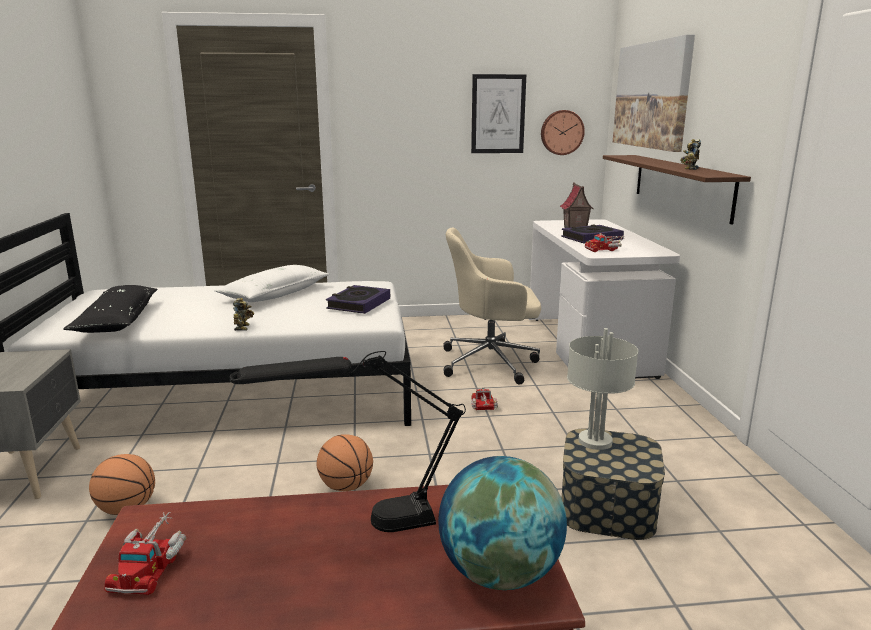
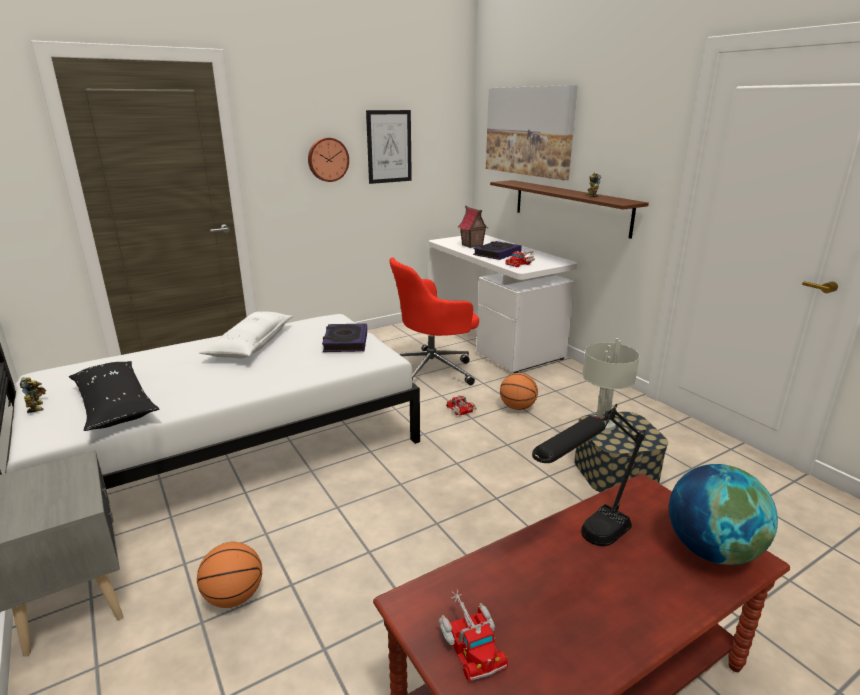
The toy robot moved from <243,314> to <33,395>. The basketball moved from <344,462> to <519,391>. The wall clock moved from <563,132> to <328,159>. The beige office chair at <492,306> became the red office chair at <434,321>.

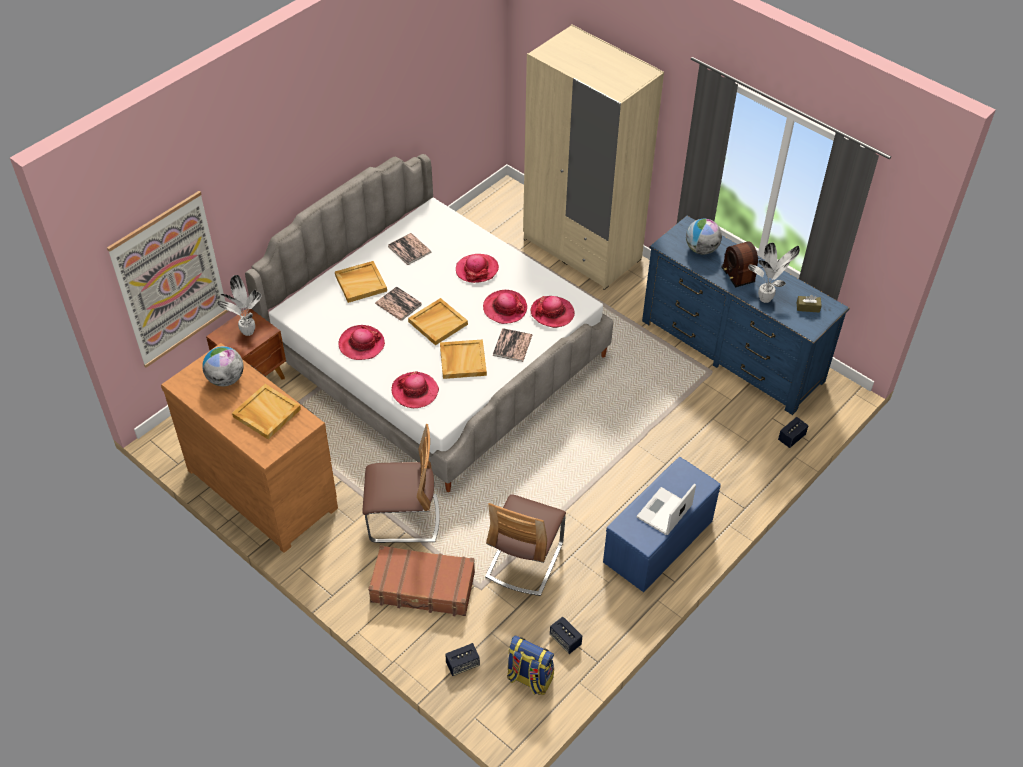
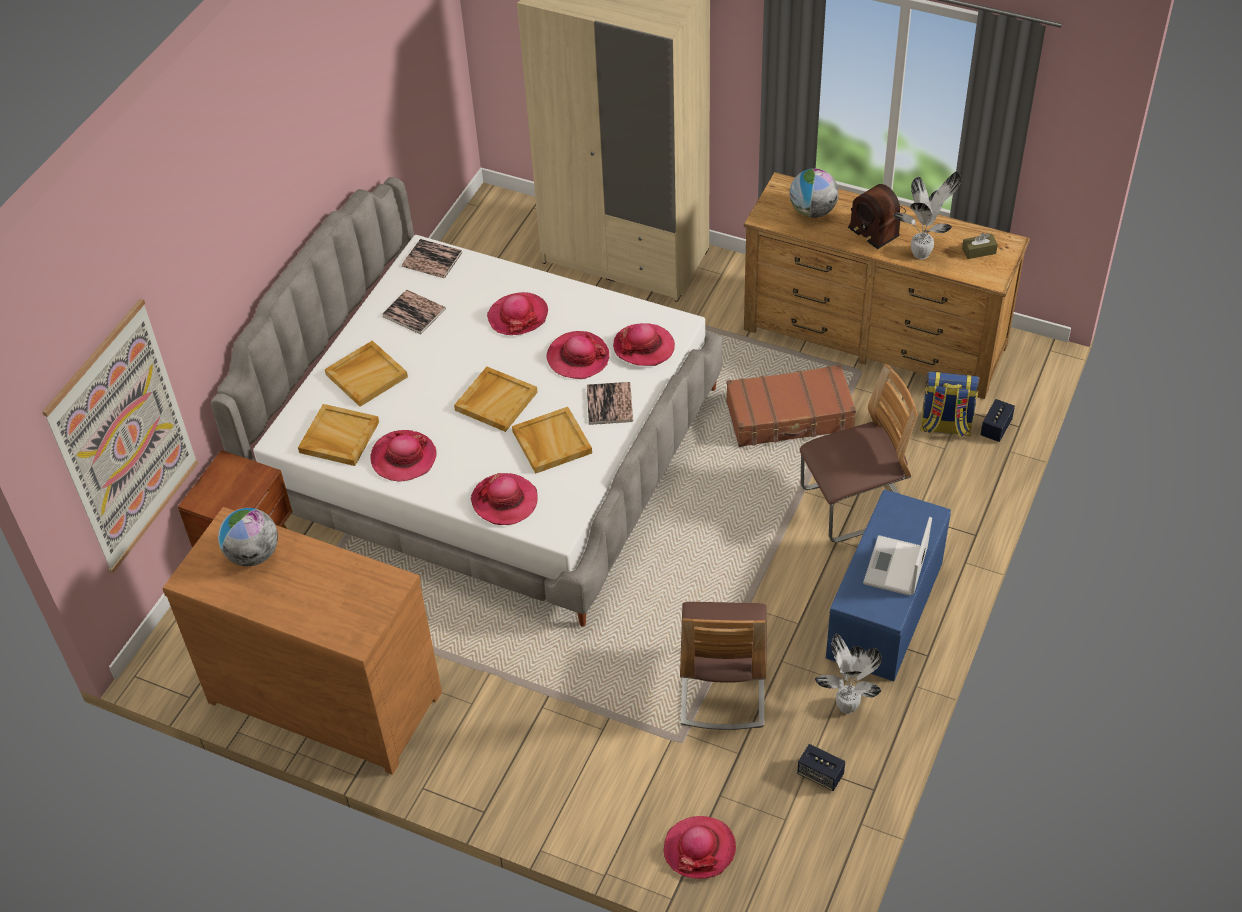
The potted plant moved from <239,305> to <848,673>. The beige tray moved from <266,411> to <338,435>. The chair moved from <401,483> to <859,453>. The brown suitcase moved from <421,580> to <791,405>. The book moved from <398,303> to <432,258>. The backpack moved from <530,665> to <950,404>. The speaker at <462,659> was replaced by the hat at <700,847>. The blue dresser at <746,315> became the brown dresser at <887,285>.

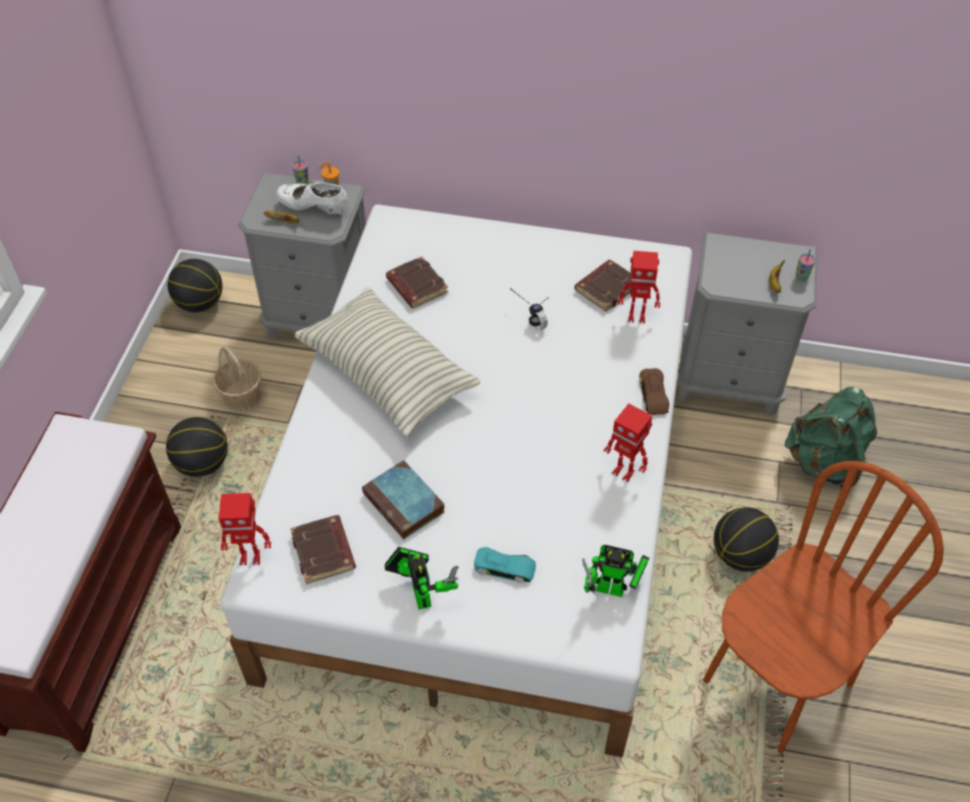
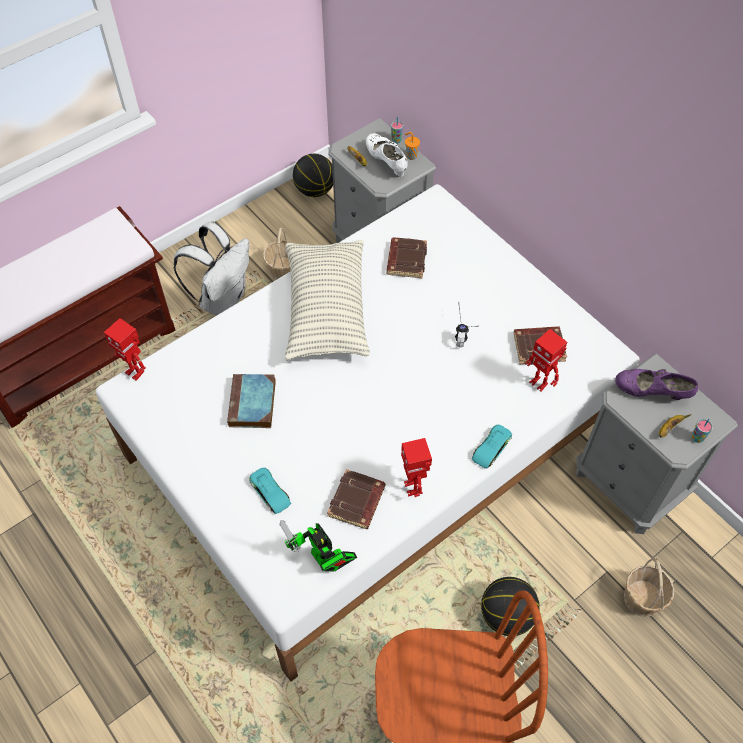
The toy robot at <422,578> disappeared. The purple shoe at <656,384> appeared. The brown book moved from <323,549> to <356,499>. The basketball at <197,447> was replaced by the white backpack at <211,268>. The green backpack at <831,437> was replaced by the basket at <649,587>. The brown toy car at <654,391> became the turquoise toy car at <492,447>.

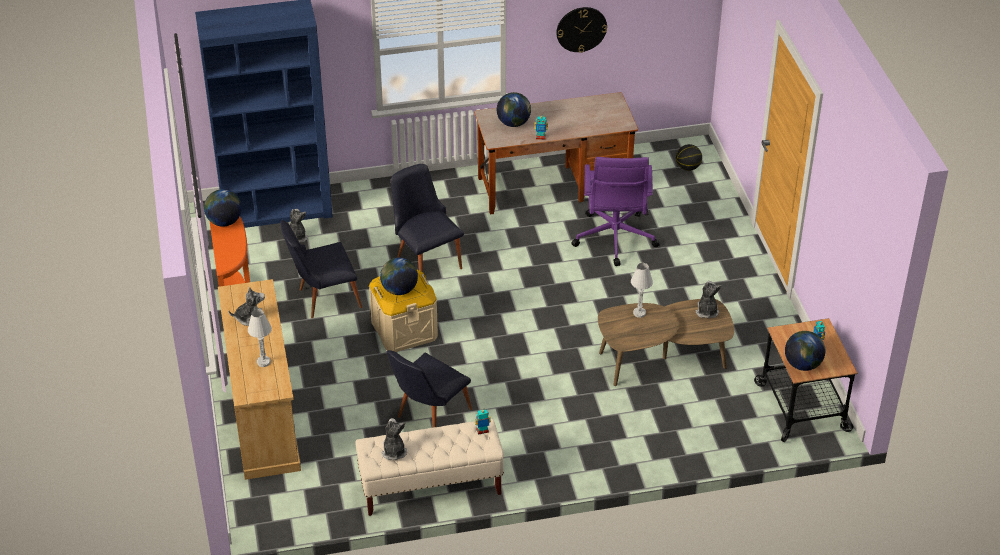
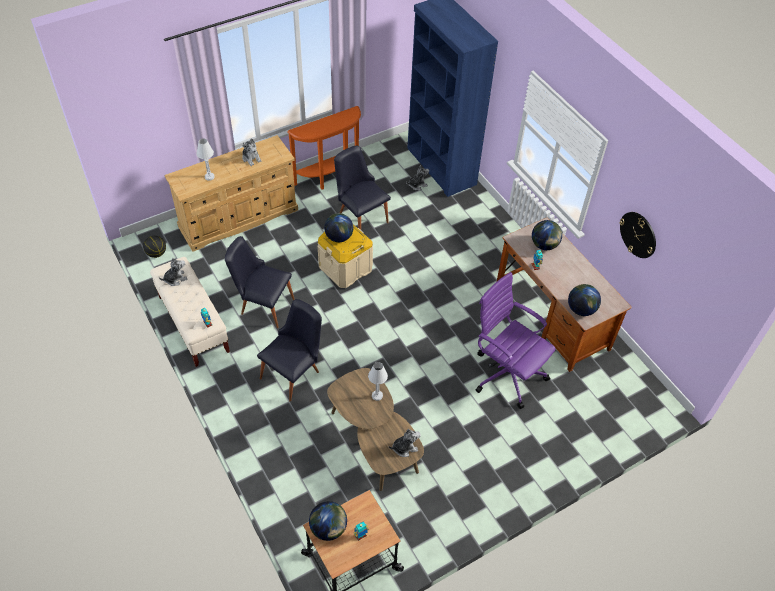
The globe moved from <223,208> to <584,300>. The black chair moved from <427,218> to <289,350>. The basketball moved from <689,157> to <154,247>. The purple office chair at <615,211> turned 60 degrees clockwise.

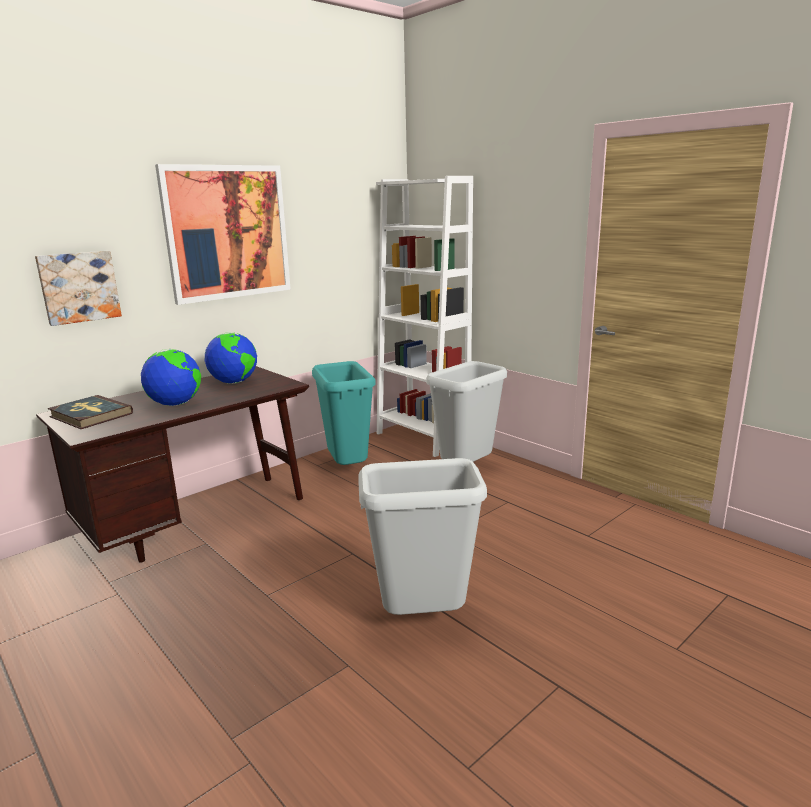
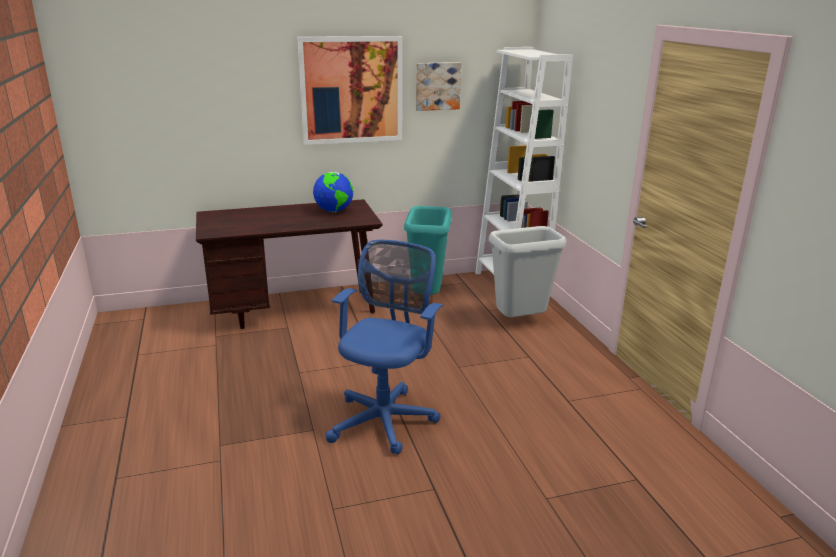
The book at <90,412> disappeared. The globe at <171,377> disappeared. The picture moved from <78,288> to <438,86>. The grey trash can at <422,536> was replaced by the blue office chair at <384,347>.

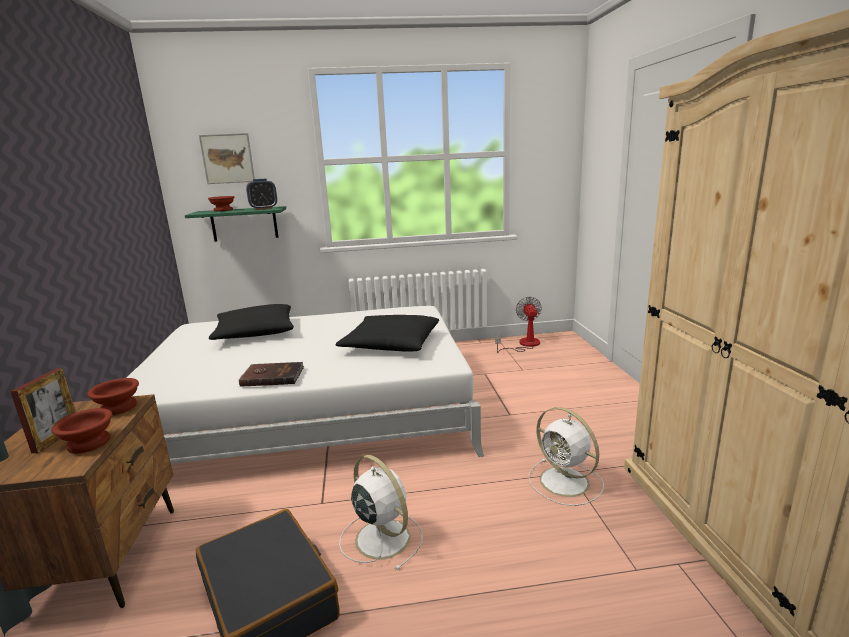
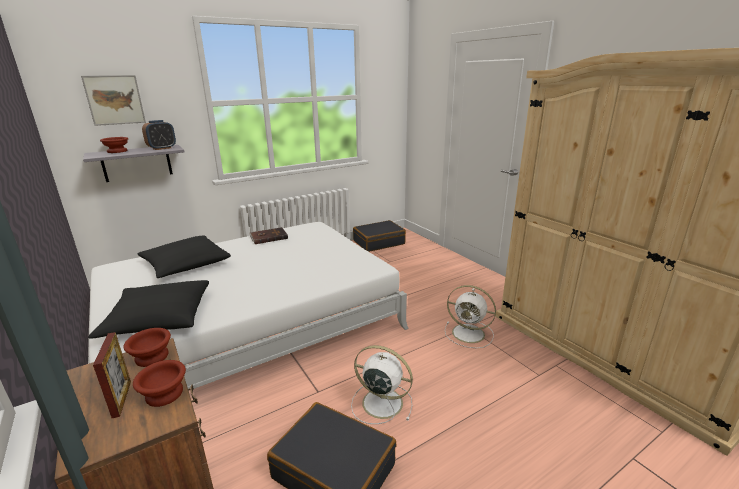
The brown book moved from <271,374> to <268,235>. The black pillow moved from <387,333> to <148,309>. The fan at <518,325> was replaced by the black suitcase at <379,236>. The green shelf at <235,224> became the grey shelf at <134,163>.

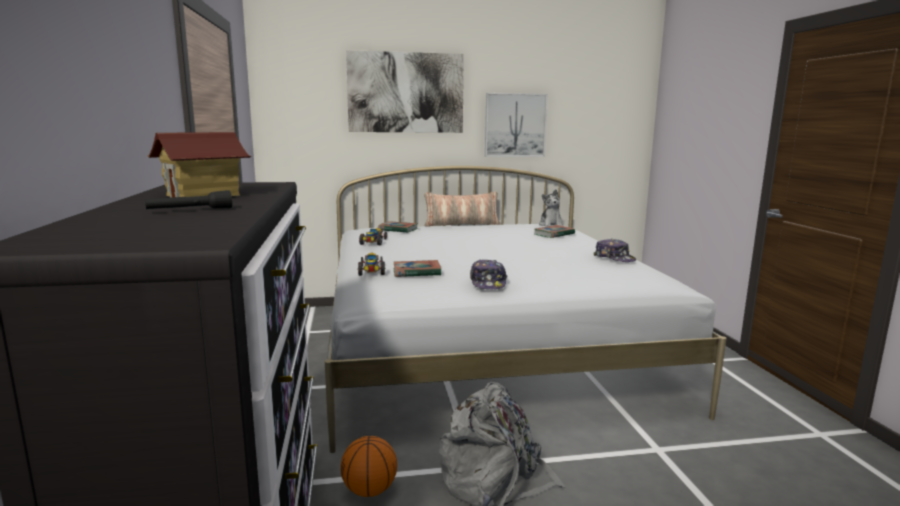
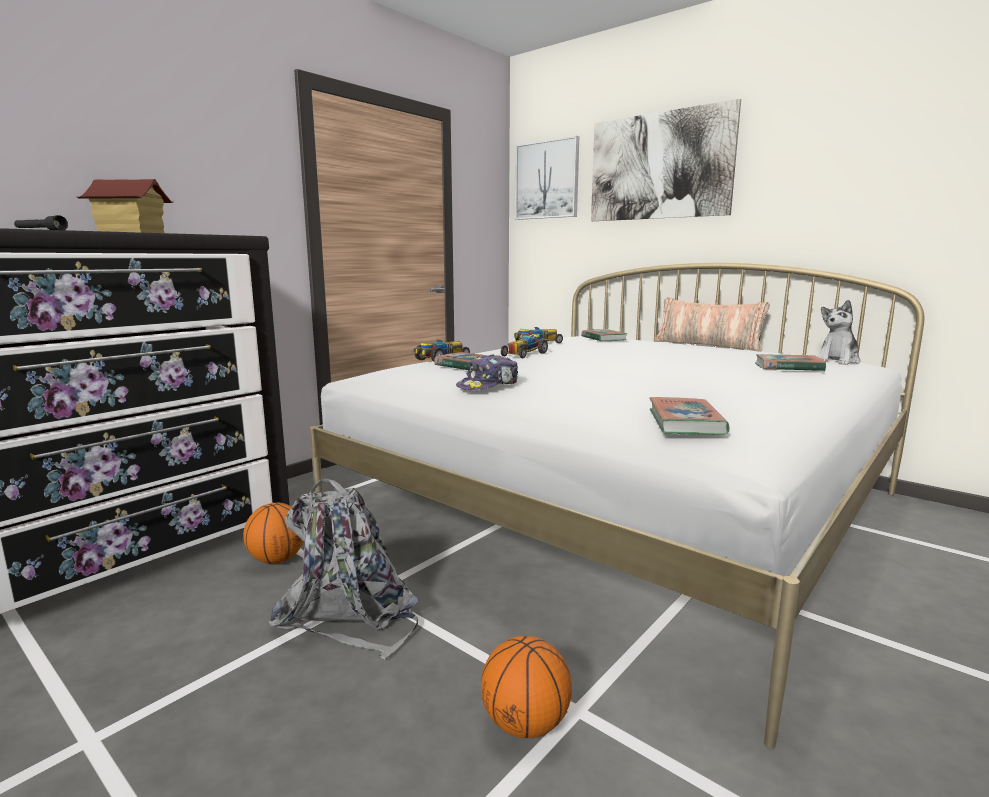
The cap at <615,250> disappeared. The basketball at <526,687> appeared. The toy car at <524,346> appeared. The book at <689,416> appeared. The picture moved from <516,125> to <547,178>.

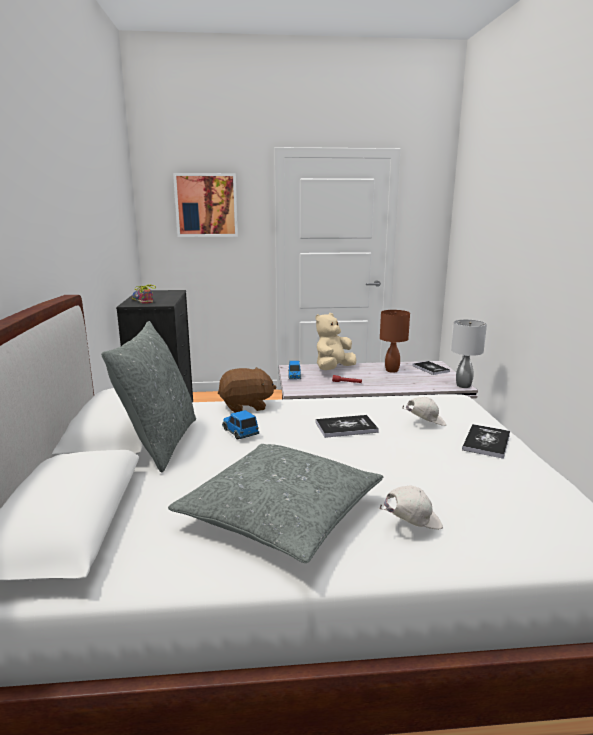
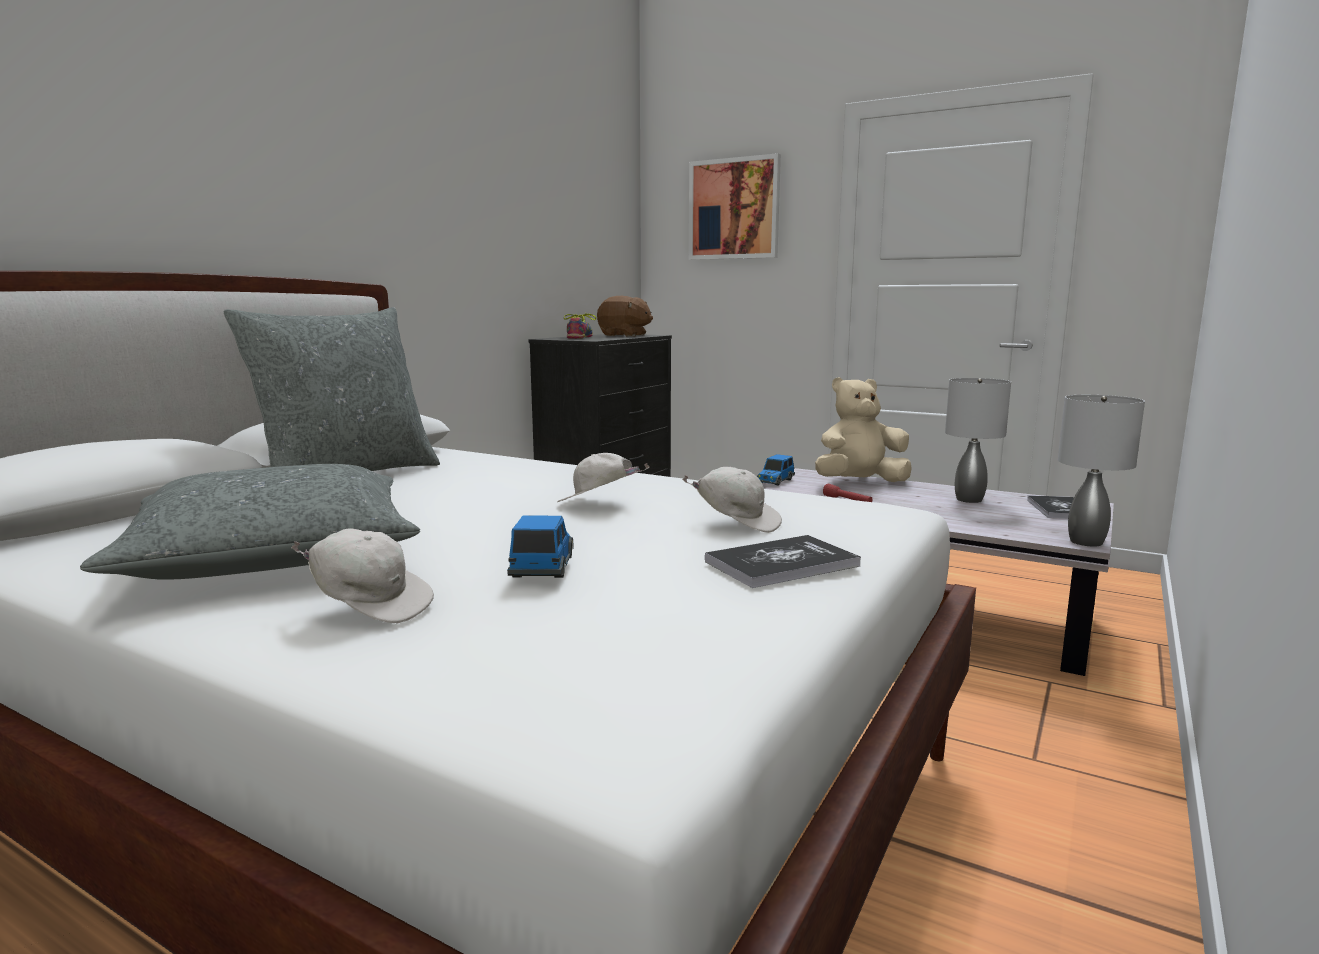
The brown plush toy moved from <247,390> to <625,316>. The toy car moved from <240,424> to <540,547>. The book at <347,426> was replaced by the white cap at <603,477>. The brown table lamp at <395,341> became the grey table lamp at <978,440>.

